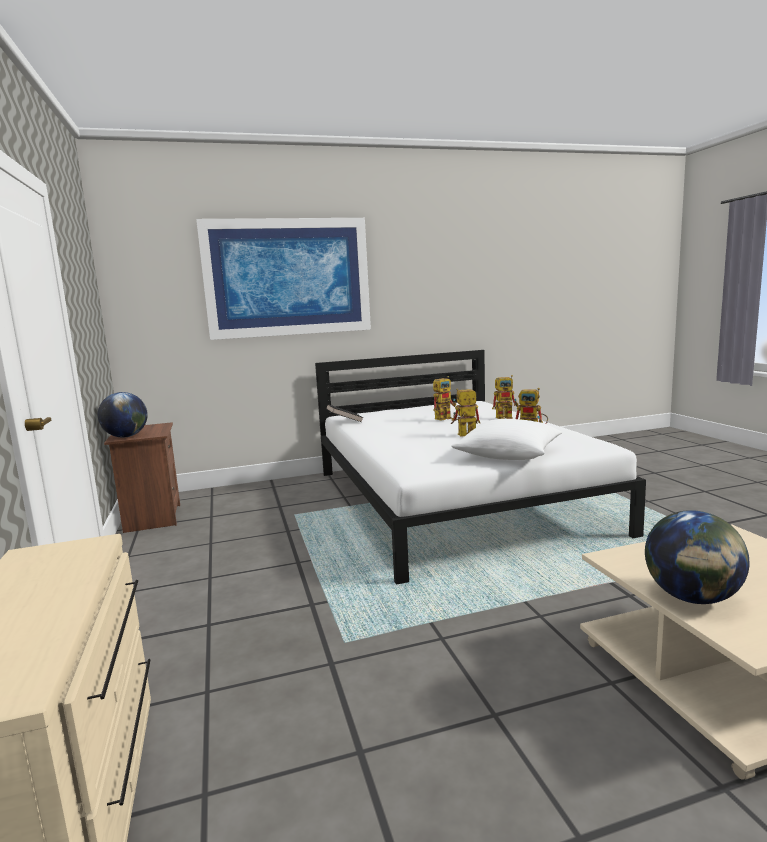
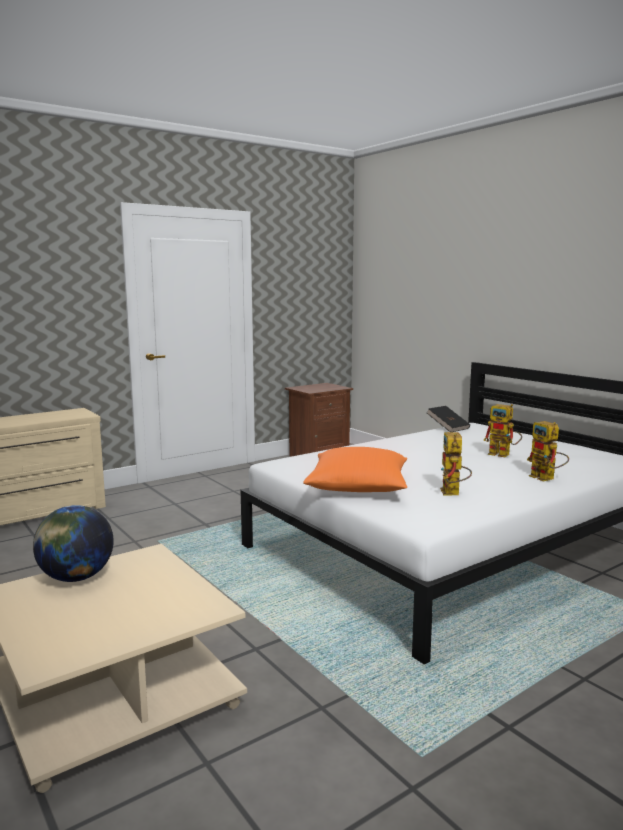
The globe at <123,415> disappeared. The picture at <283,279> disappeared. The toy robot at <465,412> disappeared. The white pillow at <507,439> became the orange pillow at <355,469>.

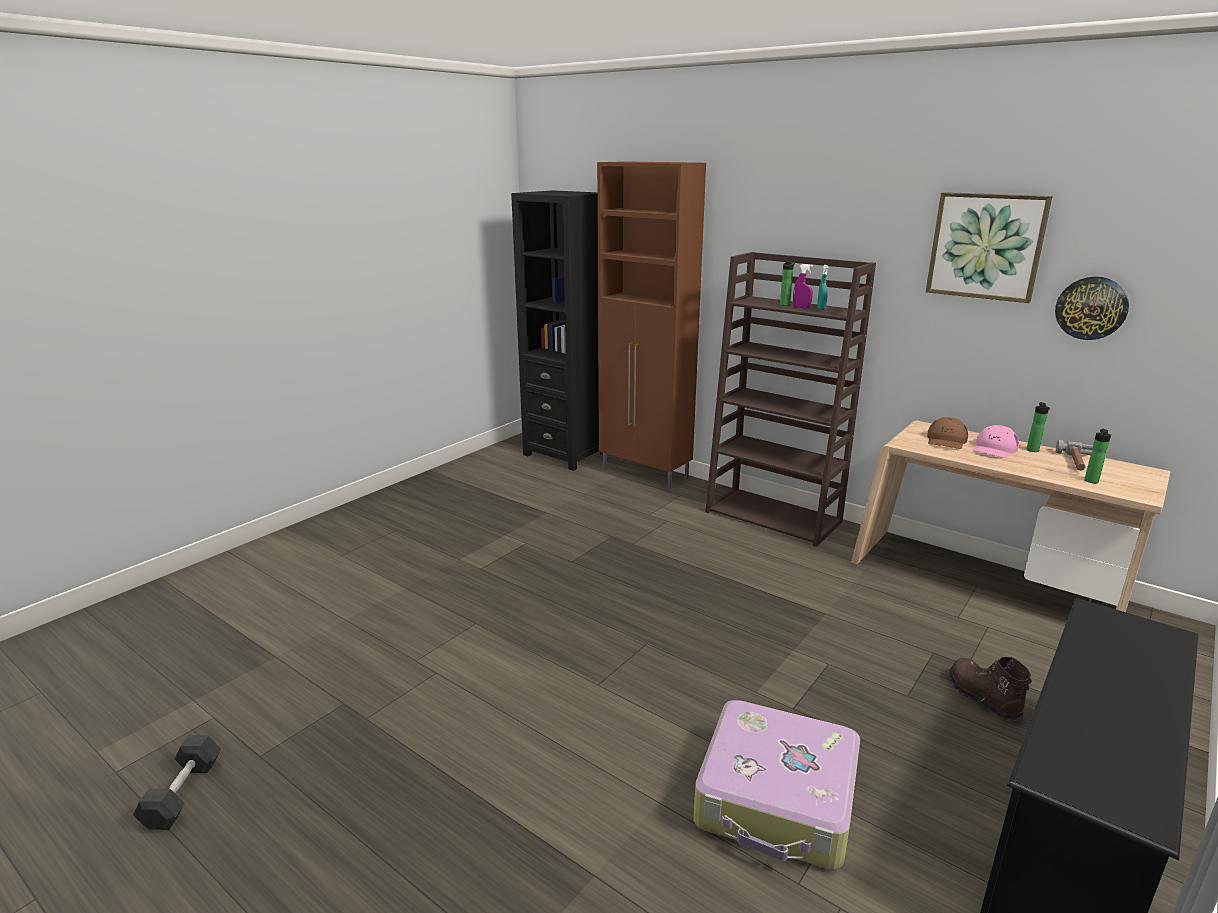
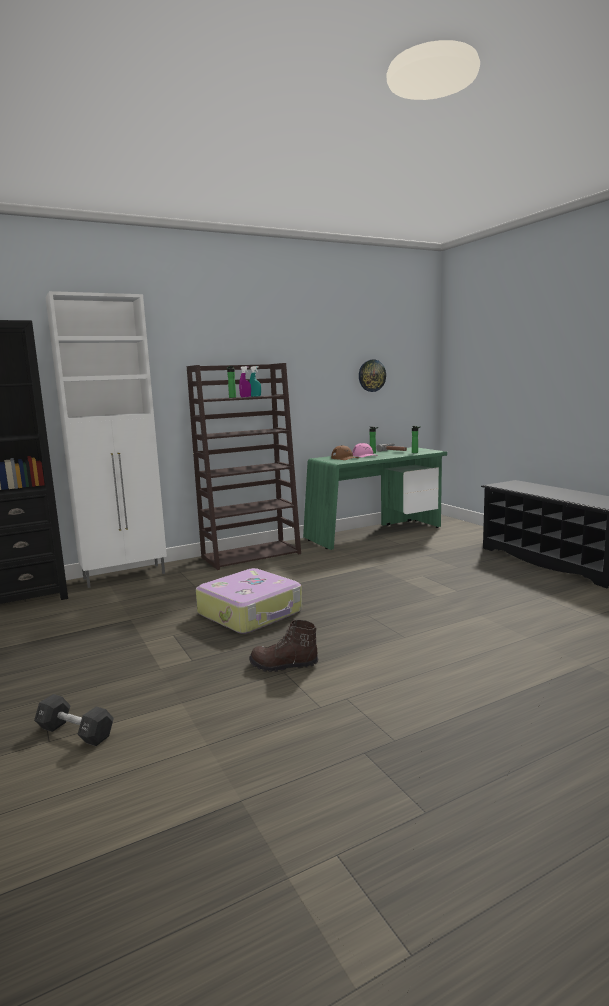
The picture at <989,247> disappeared. The black dumbbell moved from <177,782> to <74,720>. The suitcase moved from <776,785> to <249,601>. The brown boot moved from <990,689> to <283,646>. The brown cabinet at <651,325> became the white cabinet at <106,439>. The beige desk at <1011,516> became the green desk at <375,498>.

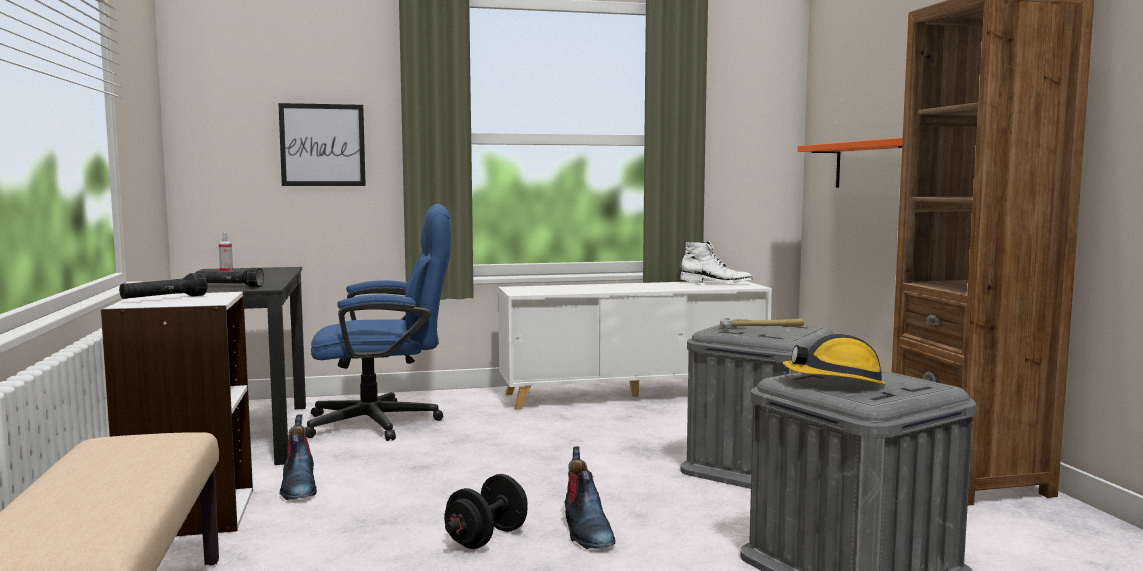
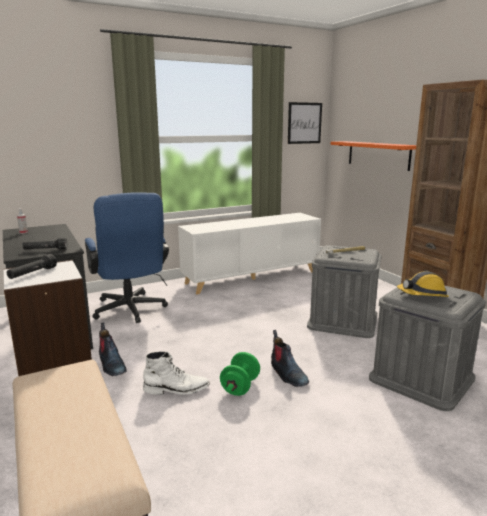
The picture moved from <322,144> to <305,123>. The white boot moved from <716,262> to <176,373>. The black dumbbell at <486,511> became the green dumbbell at <240,374>. The blue office chair at <378,322> turned 90 degrees clockwise.

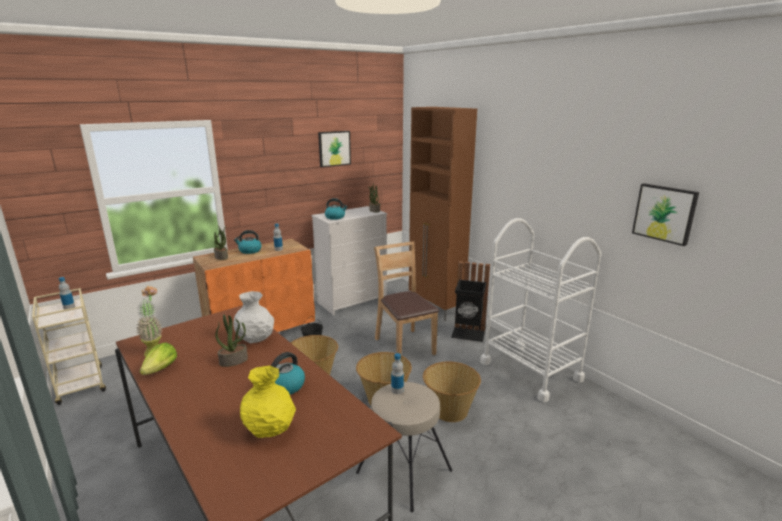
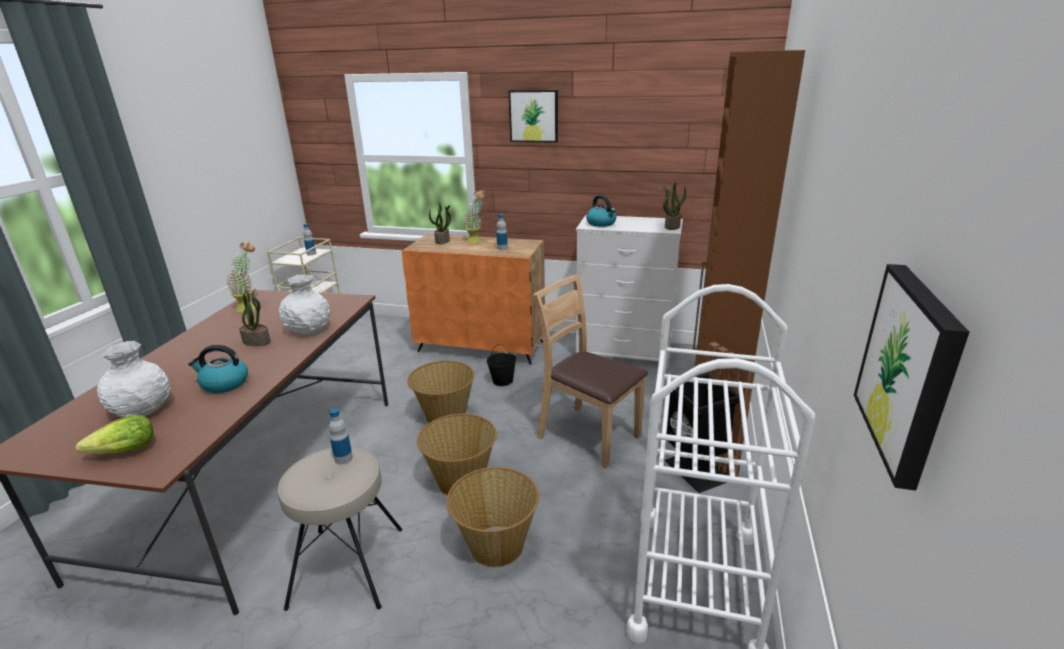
The lettuce moved from <158,358> to <115,434>. The picture moved from <334,149> to <533,116>. The kettle at <248,242> was replaced by the potted plant at <474,216>. The yellow vase at <268,402> became the white vase at <134,379>. The brown chair at <406,298> turned 75 degrees counterclockwise.

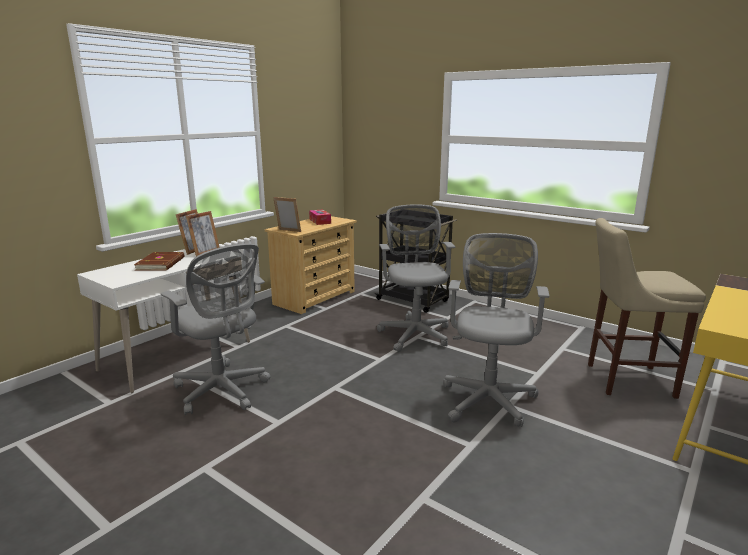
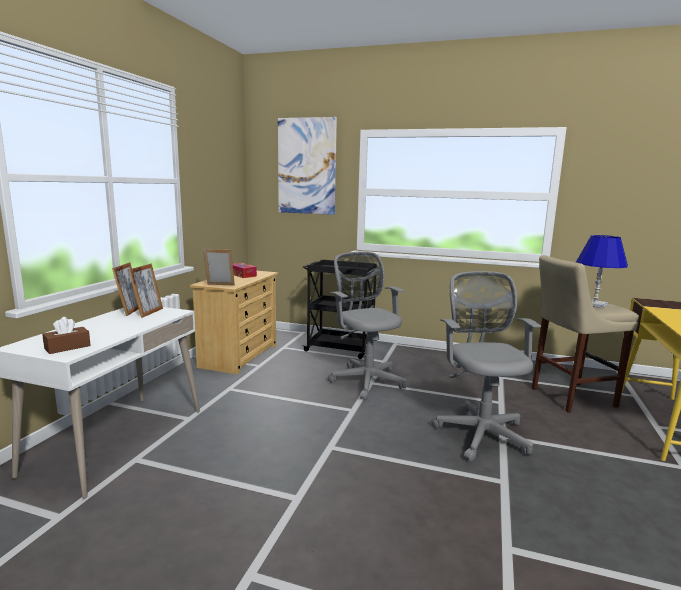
The brown book at <159,261> disappeared. The grey office chair at <215,329> disappeared. The brown tissue box at <66,335> appeared. The picture at <307,166> appeared. The blue table lamp at <602,271> appeared.

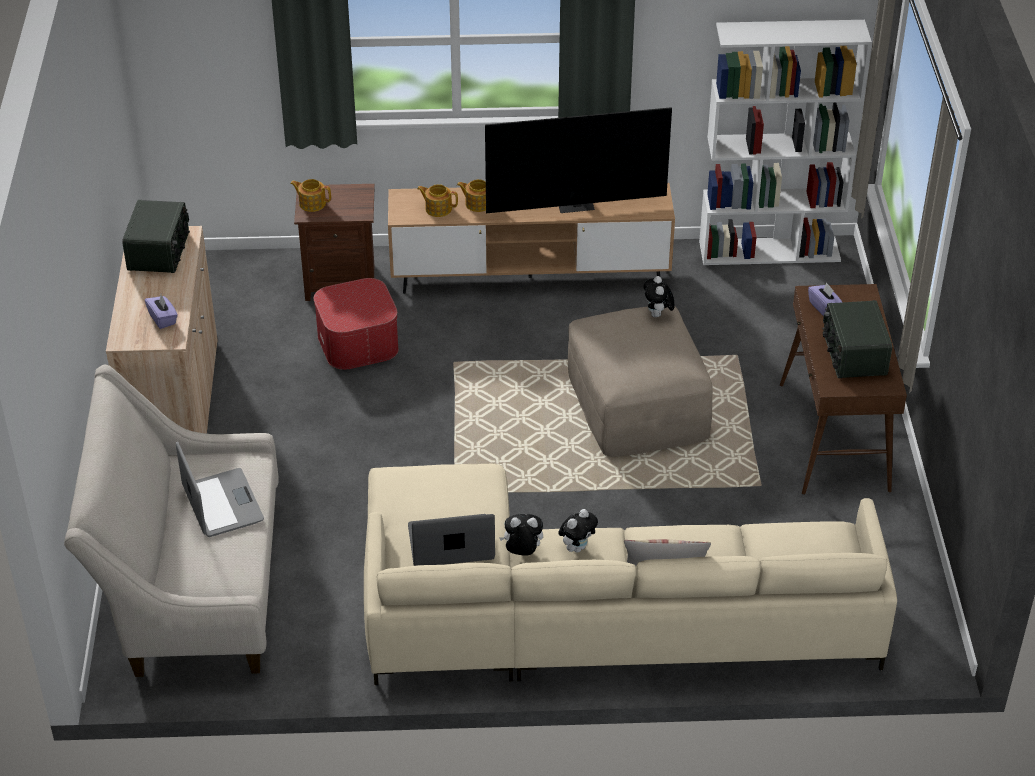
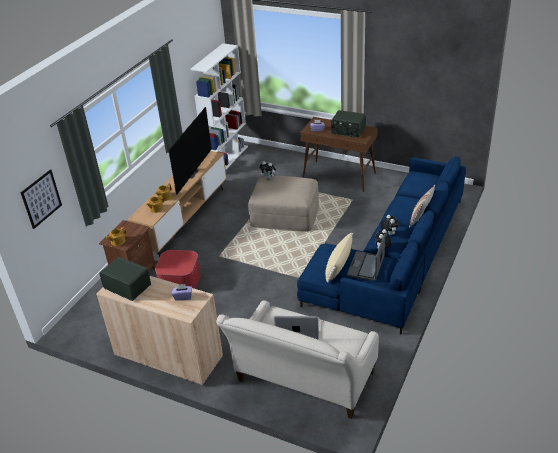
The picture at <41,199> appeared. The beige pillow at <339,258> appeared. The beige sofa at <630,575> became the blue sofa at <381,245>.

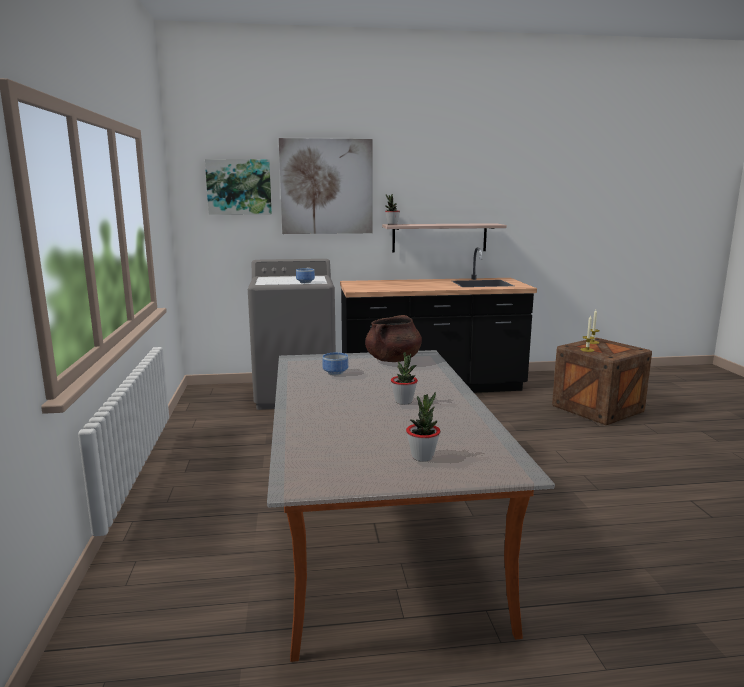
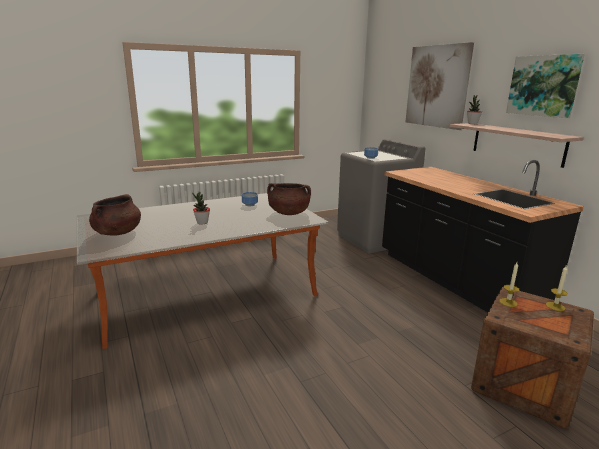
The picture moved from <238,187> to <545,86>. The potted plant at <423,427> was replaced by the brown cooking pot at <115,215>.

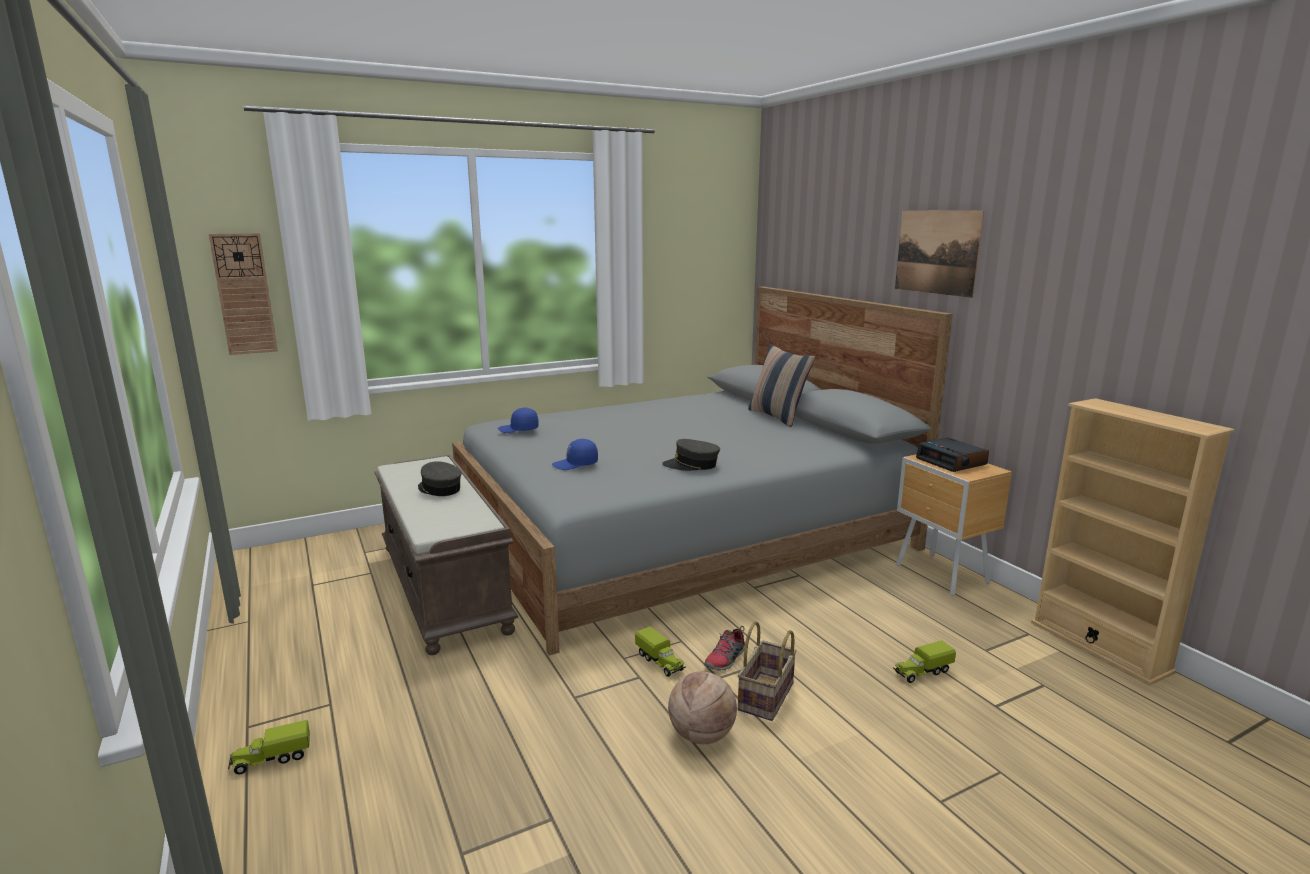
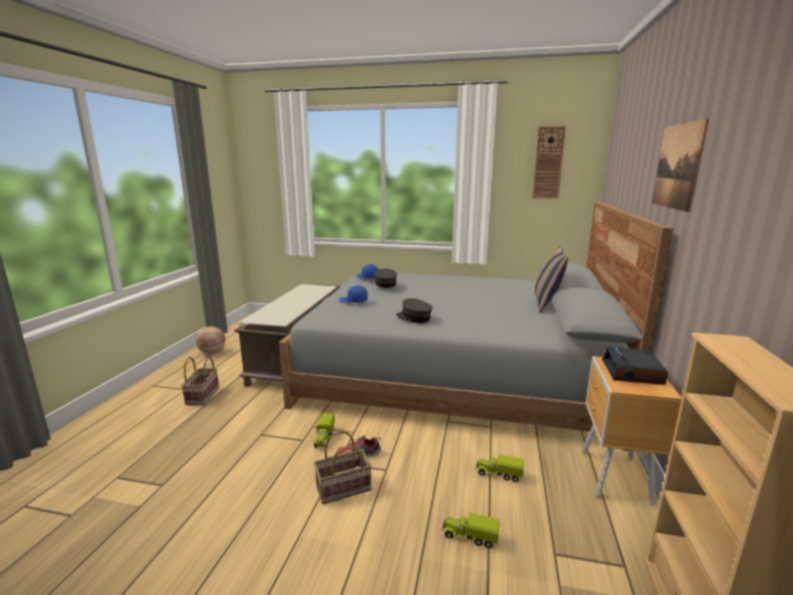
The basket at <200,381> appeared. The wall clock moved from <243,294> to <549,162>. The toy truck moved from <269,747> to <500,468>. The grey cap moved from <439,478> to <386,278>. The basketball moved from <702,707> to <210,340>.

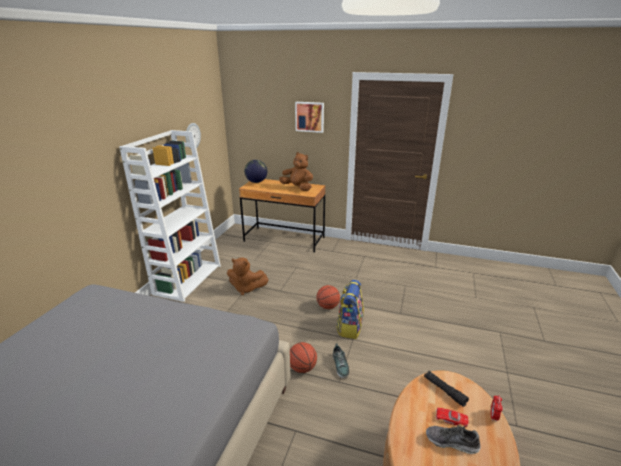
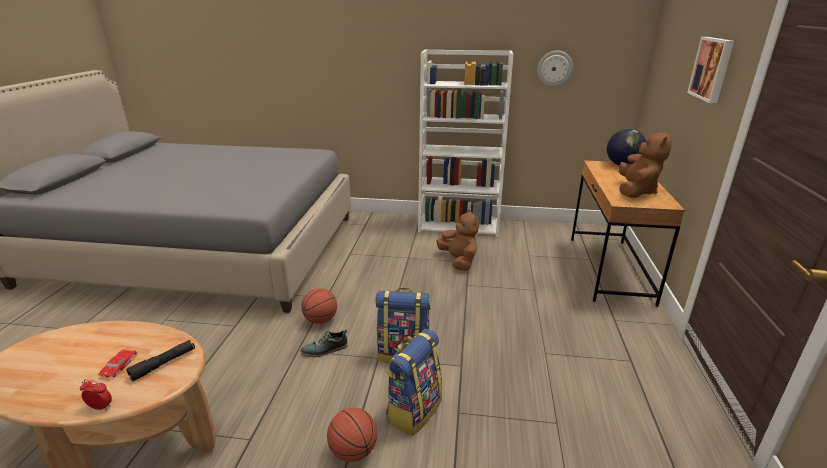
The shoe at <453,439> disappeared. The backpack at <414,382> appeared. The basketball moved from <328,297> to <352,435>. The brown plush toy at <247,276> turned 150 degrees clockwise.

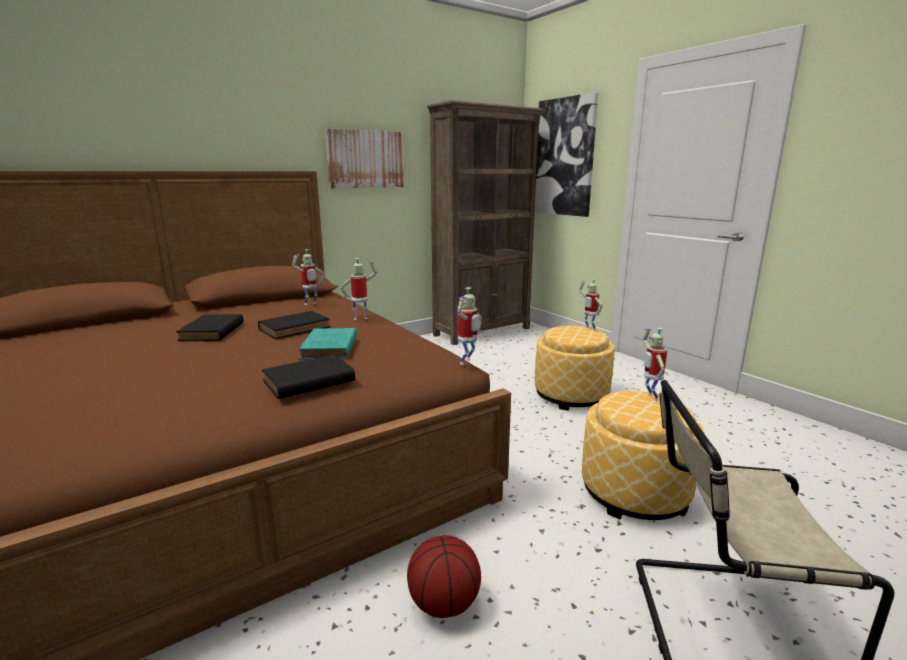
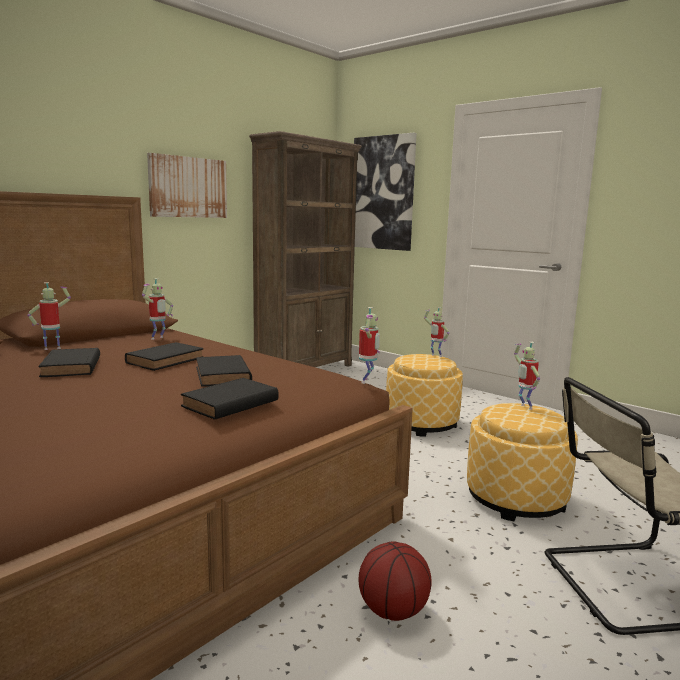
The toy robot moved from <359,289> to <49,316>. The turquoise book at <328,344> became the black book at <224,371>.

